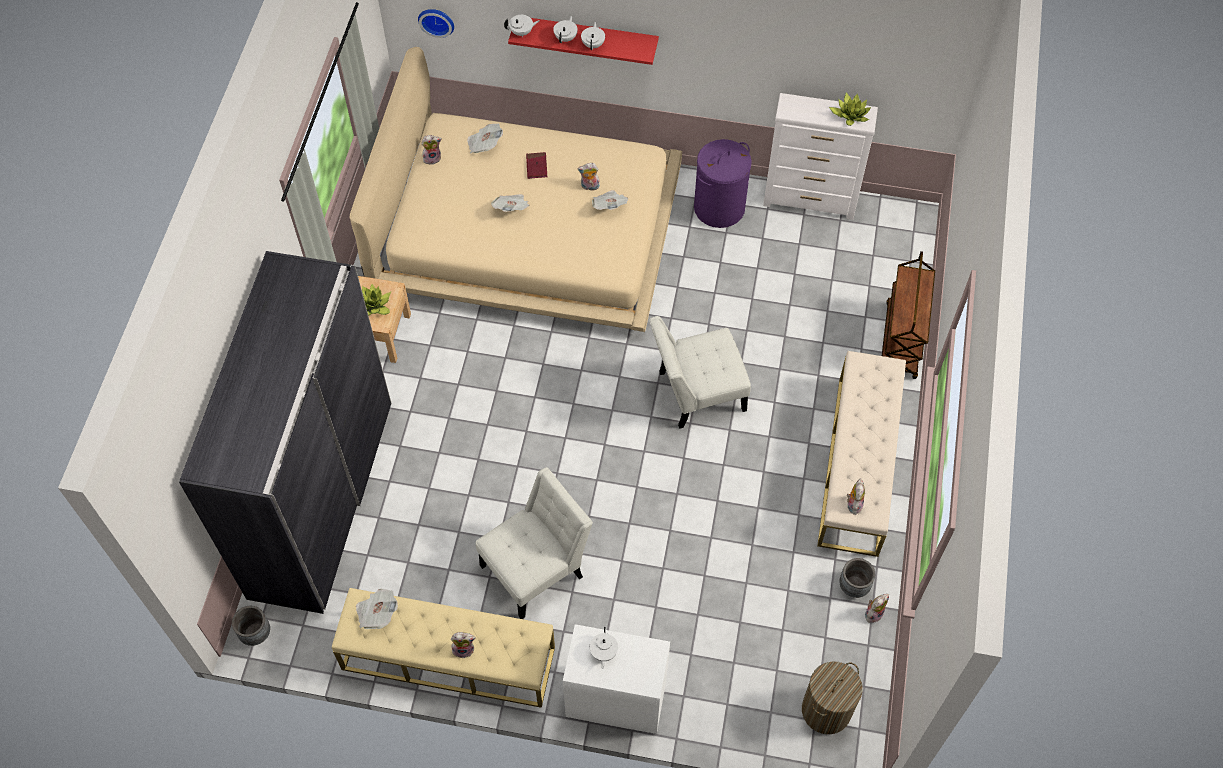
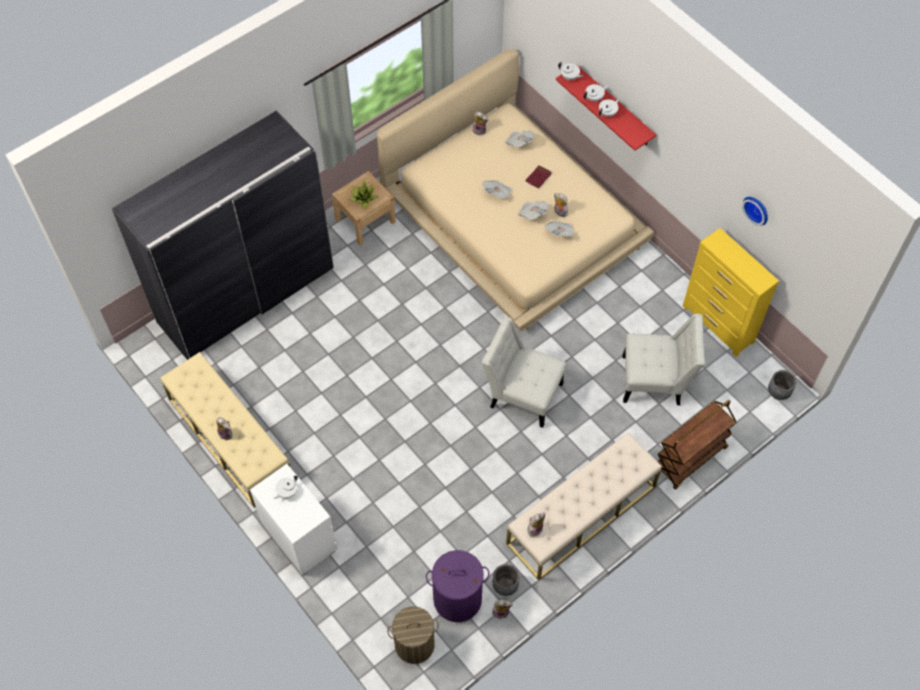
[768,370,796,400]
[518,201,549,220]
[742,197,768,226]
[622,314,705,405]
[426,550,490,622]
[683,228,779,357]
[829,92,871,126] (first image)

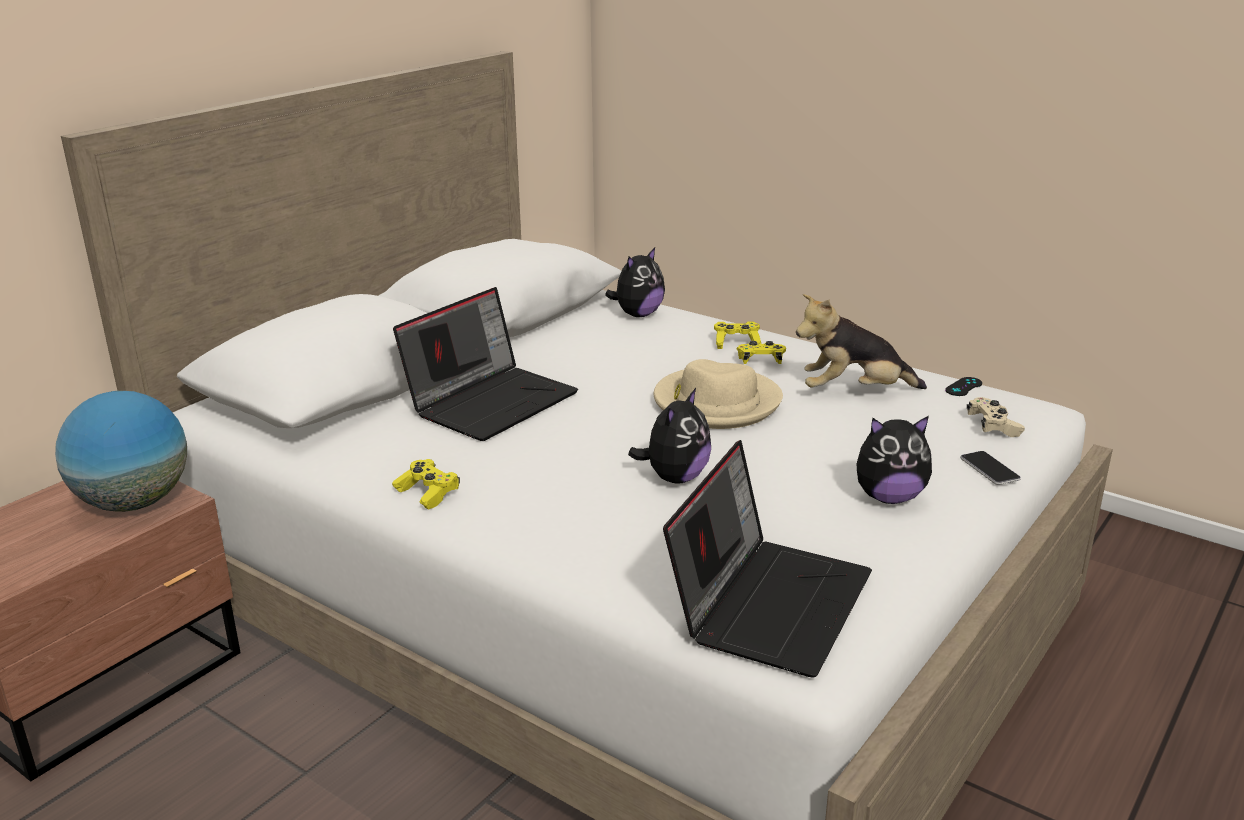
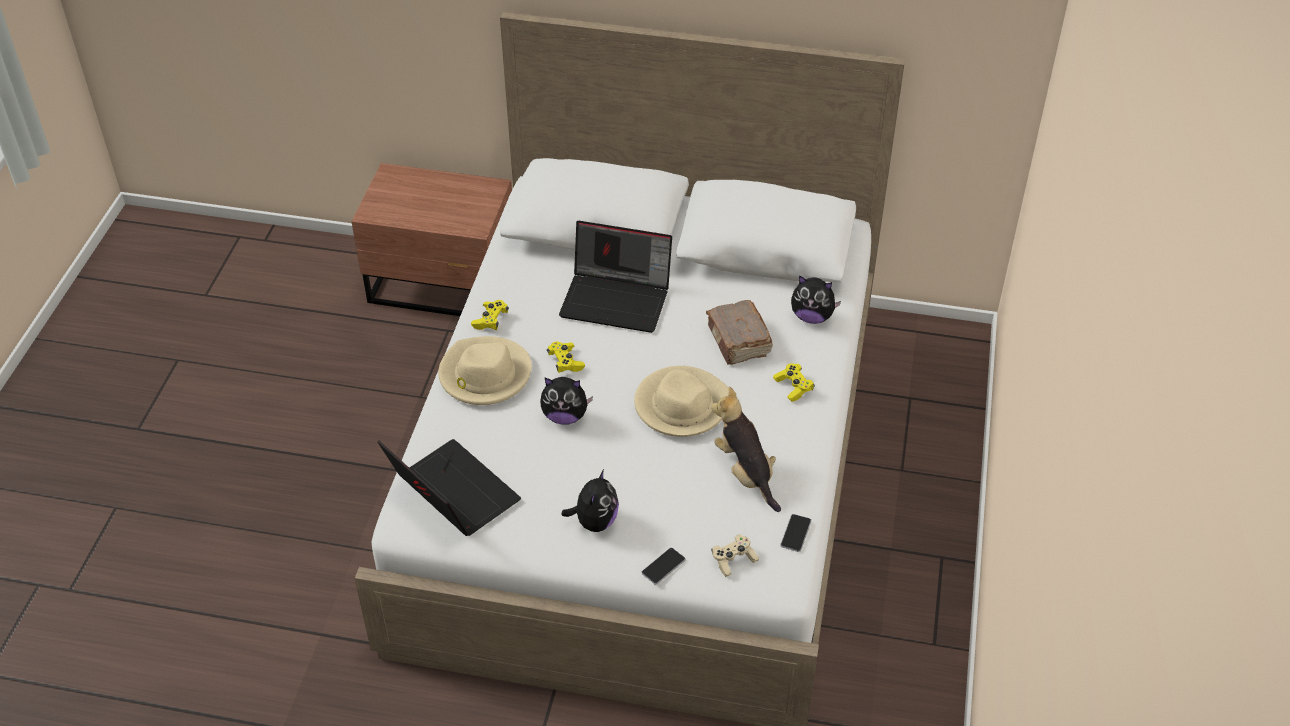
[55,391,187,512] (first image)
[378,439,521,536]
[547,341,585,373]
[561,469,619,532]
[780,514,811,552]
[438,336,532,405]
[706,300,773,365]

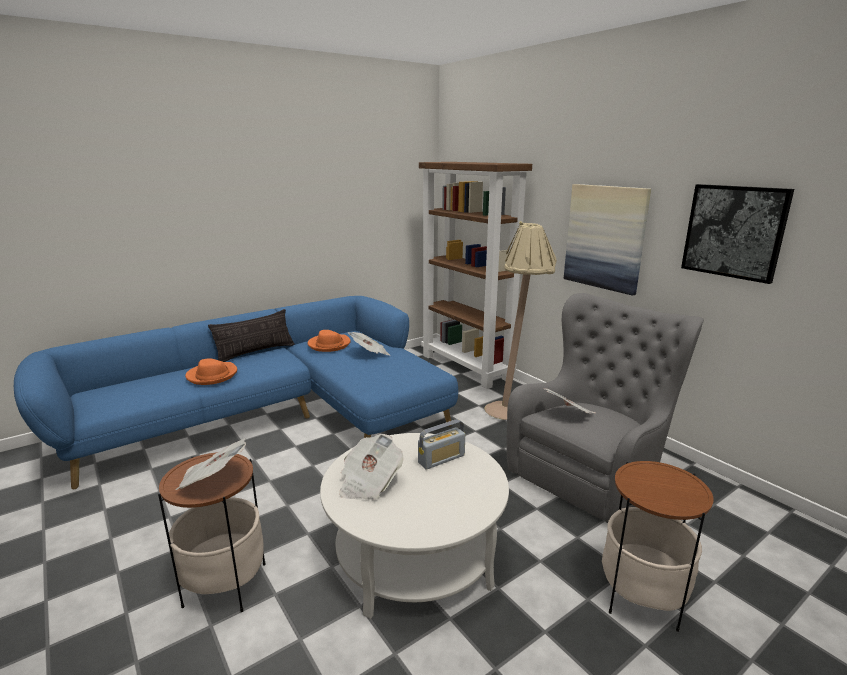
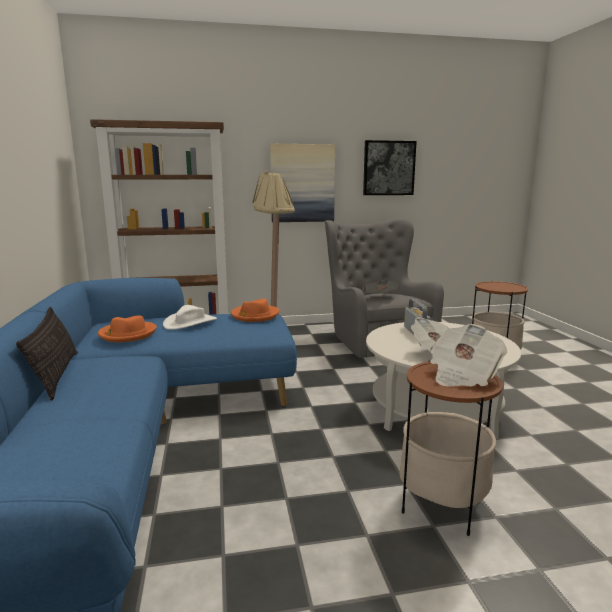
[231,299,279,322]
[163,305,217,330]

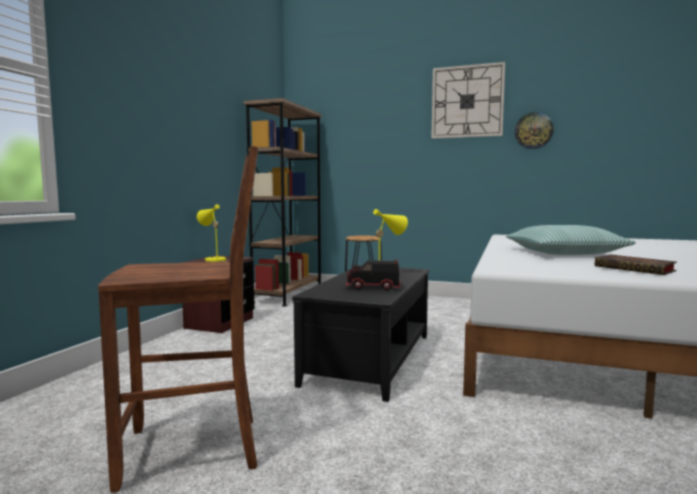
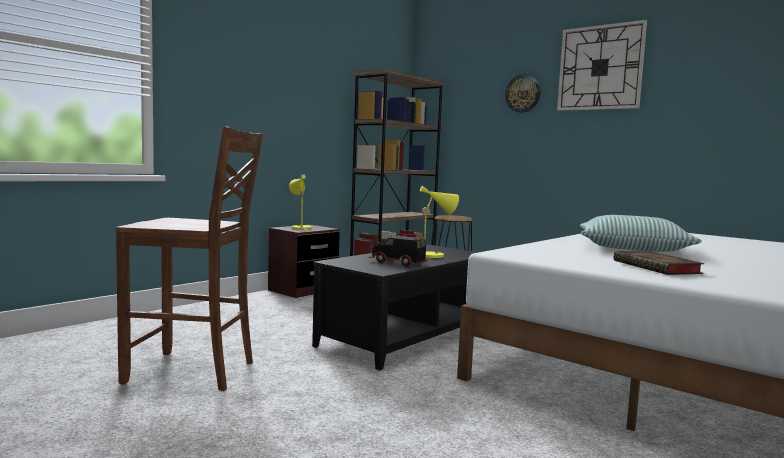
[505,74,541,113]

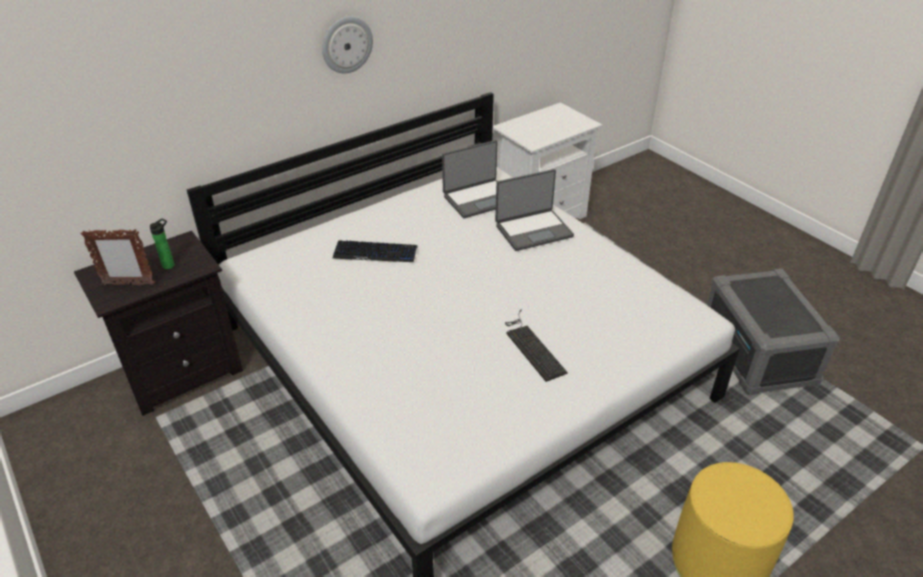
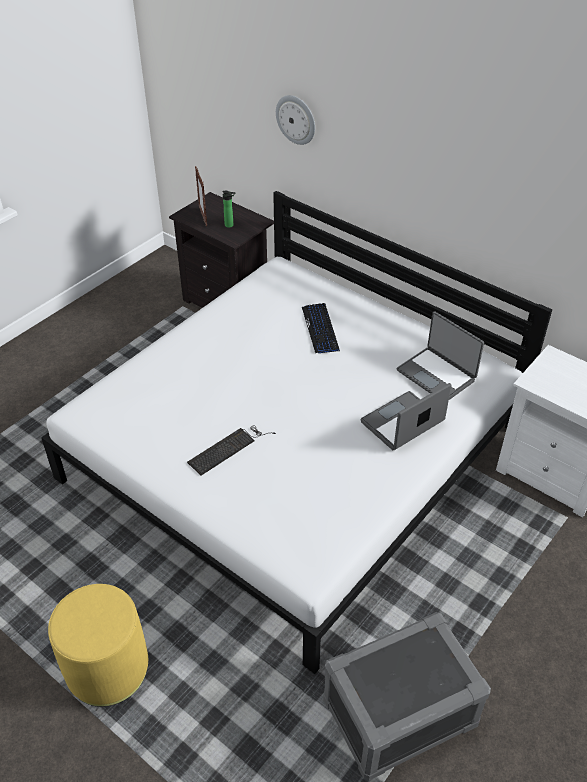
[276,95,315,145]
[361,383,451,450]

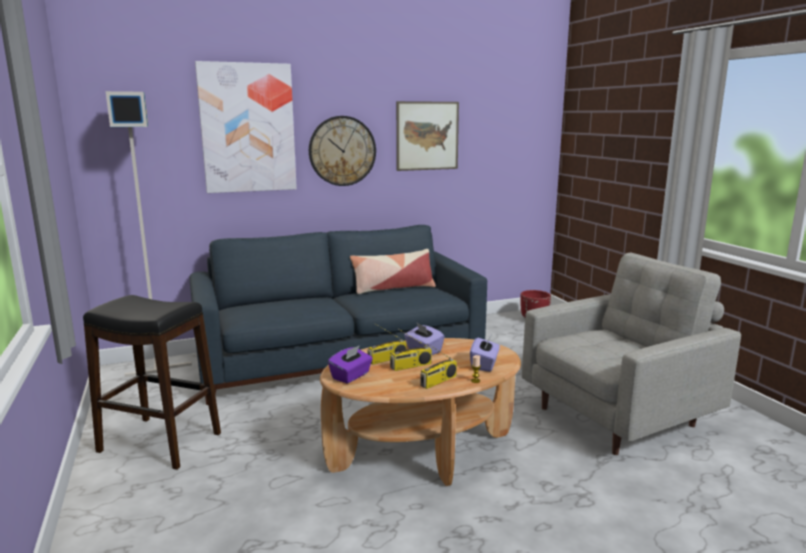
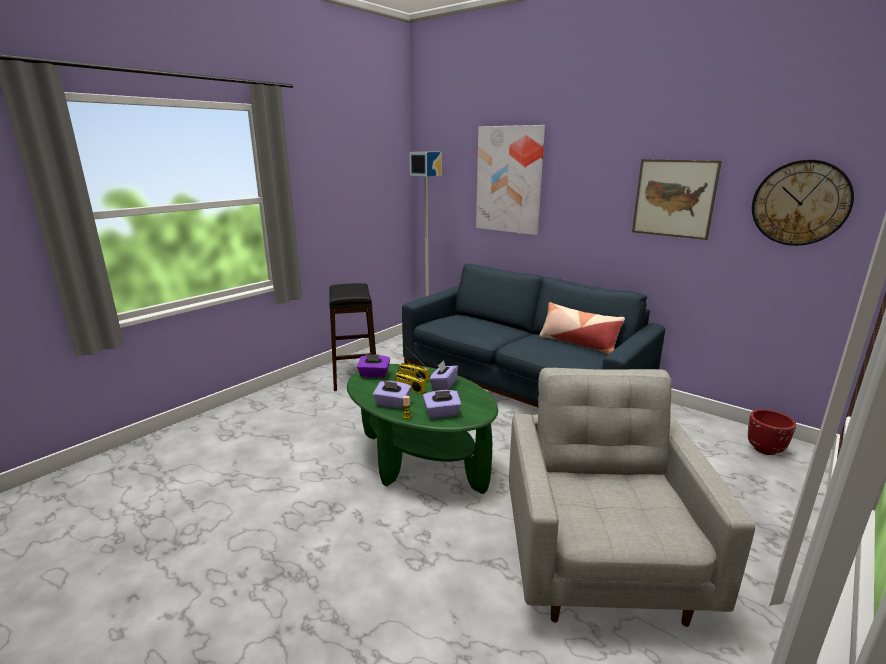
[752,160,854,246]
[347,364,498,494]
[373,380,411,409]
[509,368,755,627]

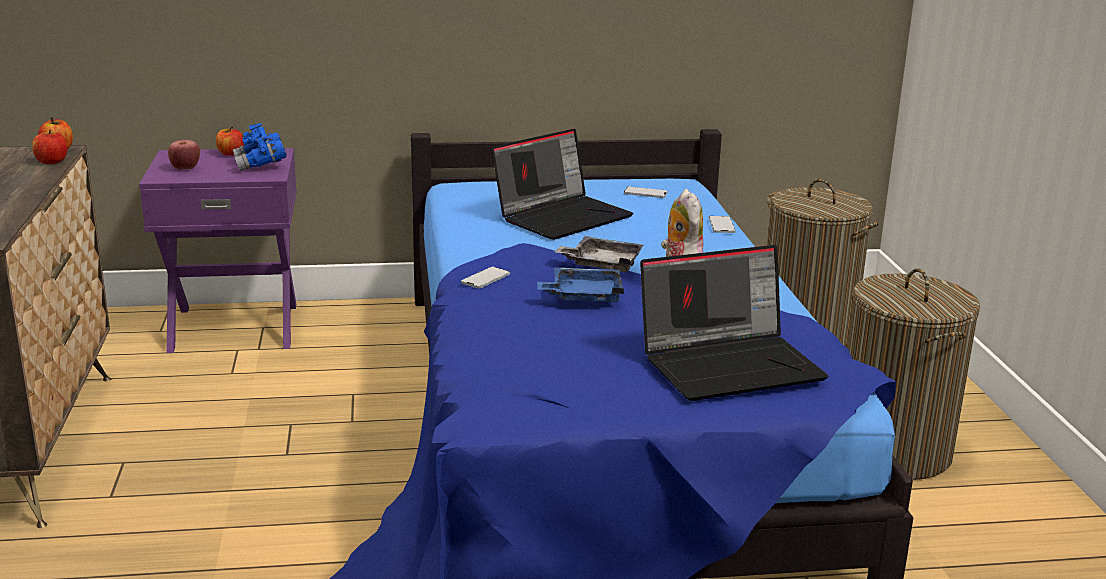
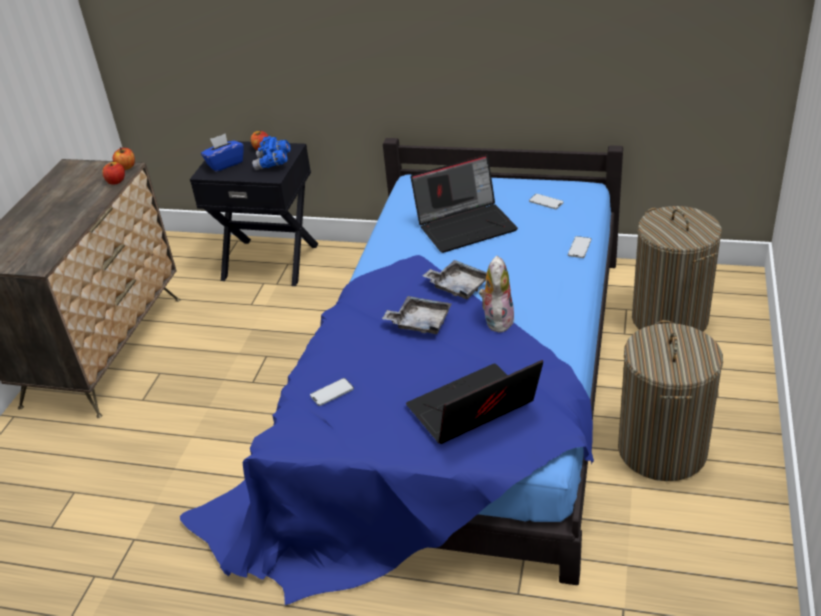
[190,141,318,286]
[201,134,244,172]
[310,378,354,406]
[382,296,452,334]
[406,360,543,444]

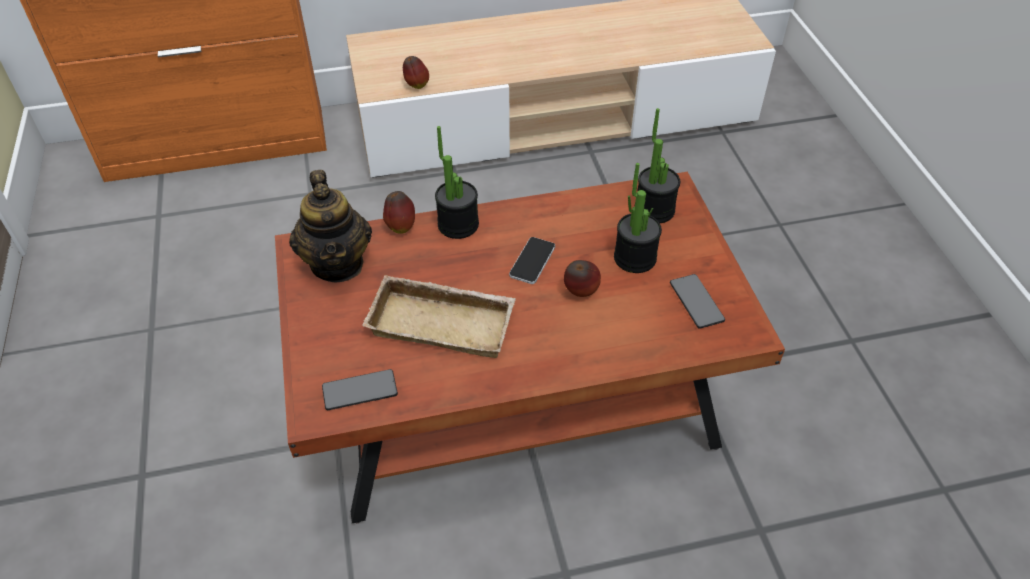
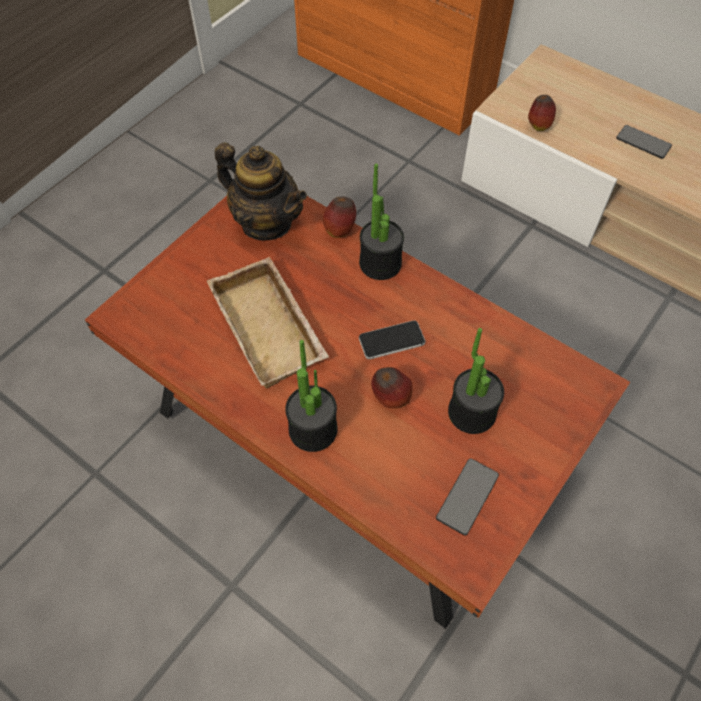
[215,142,307,241]
[616,125,672,159]
[285,340,338,452]

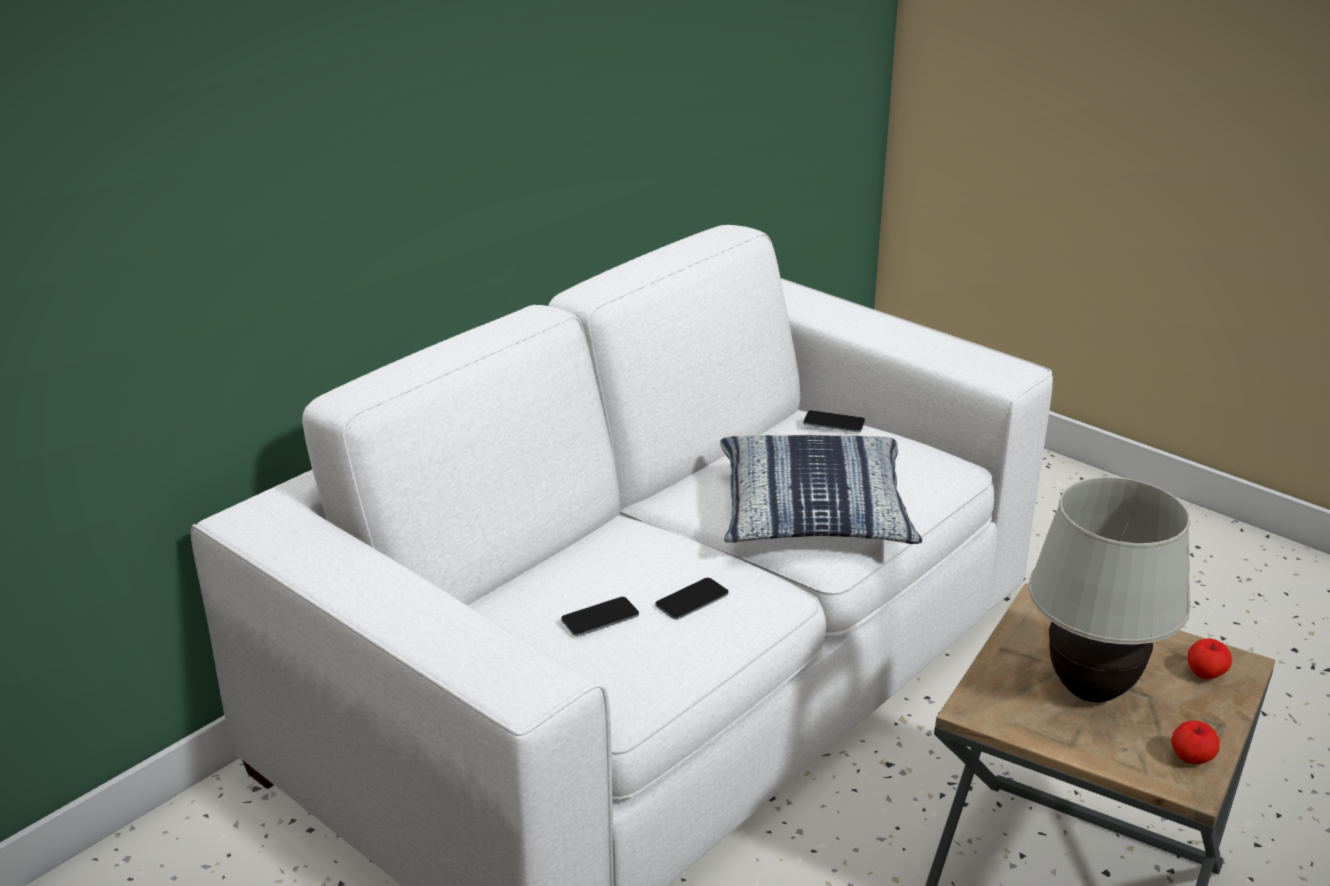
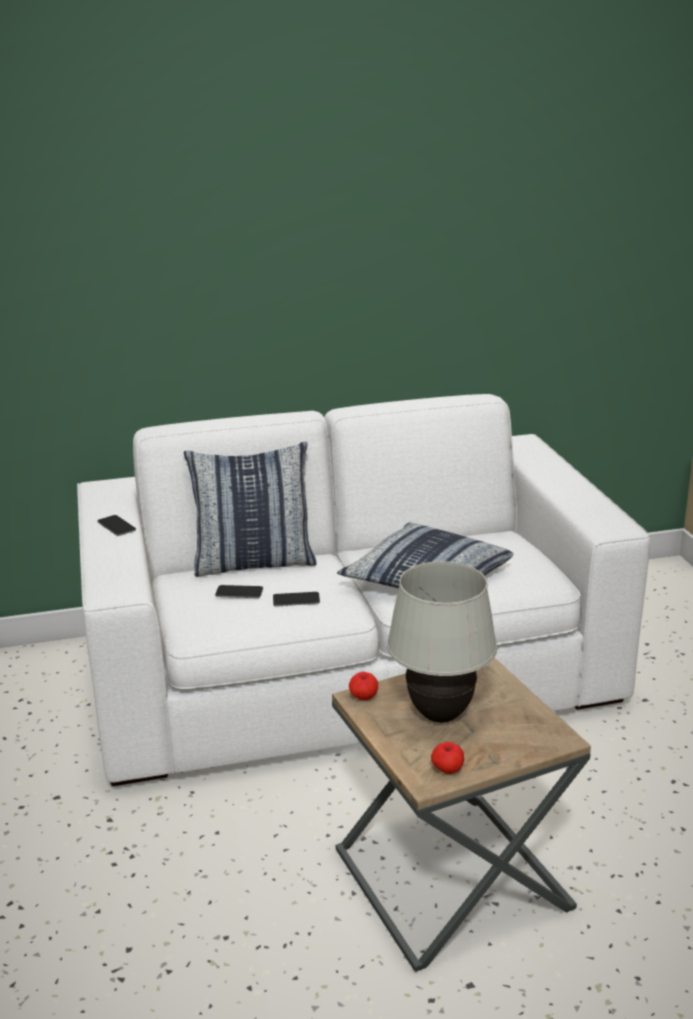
[98,515,136,536]
[349,672,378,700]
[184,442,316,577]

